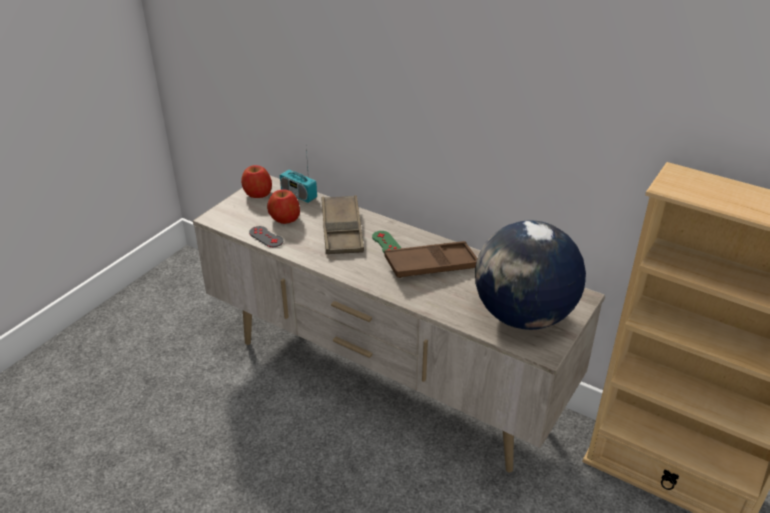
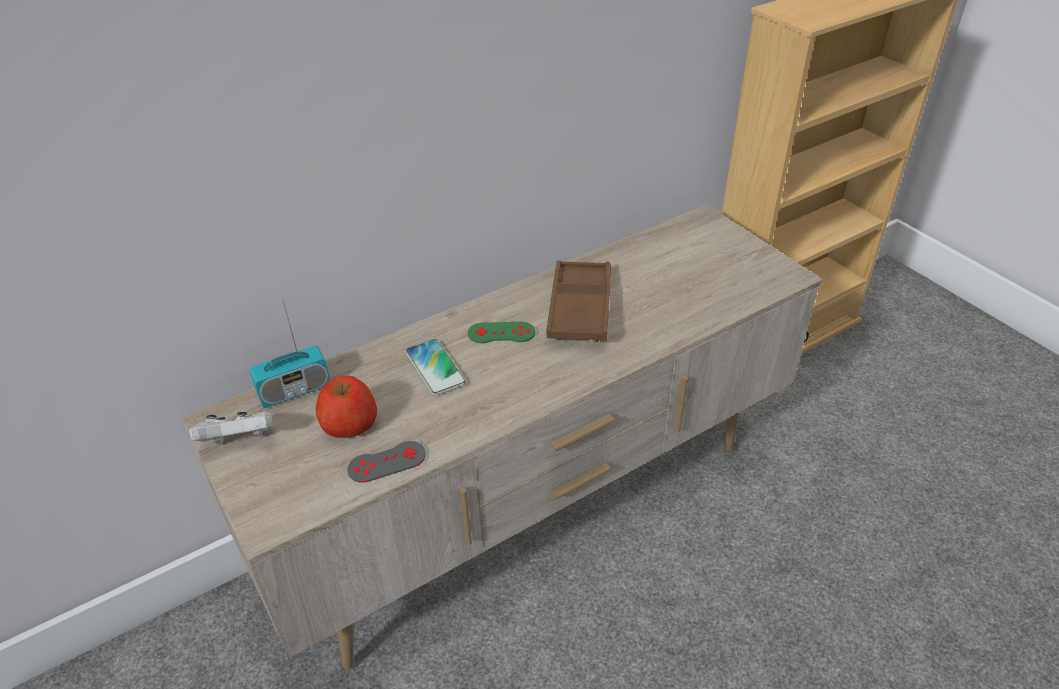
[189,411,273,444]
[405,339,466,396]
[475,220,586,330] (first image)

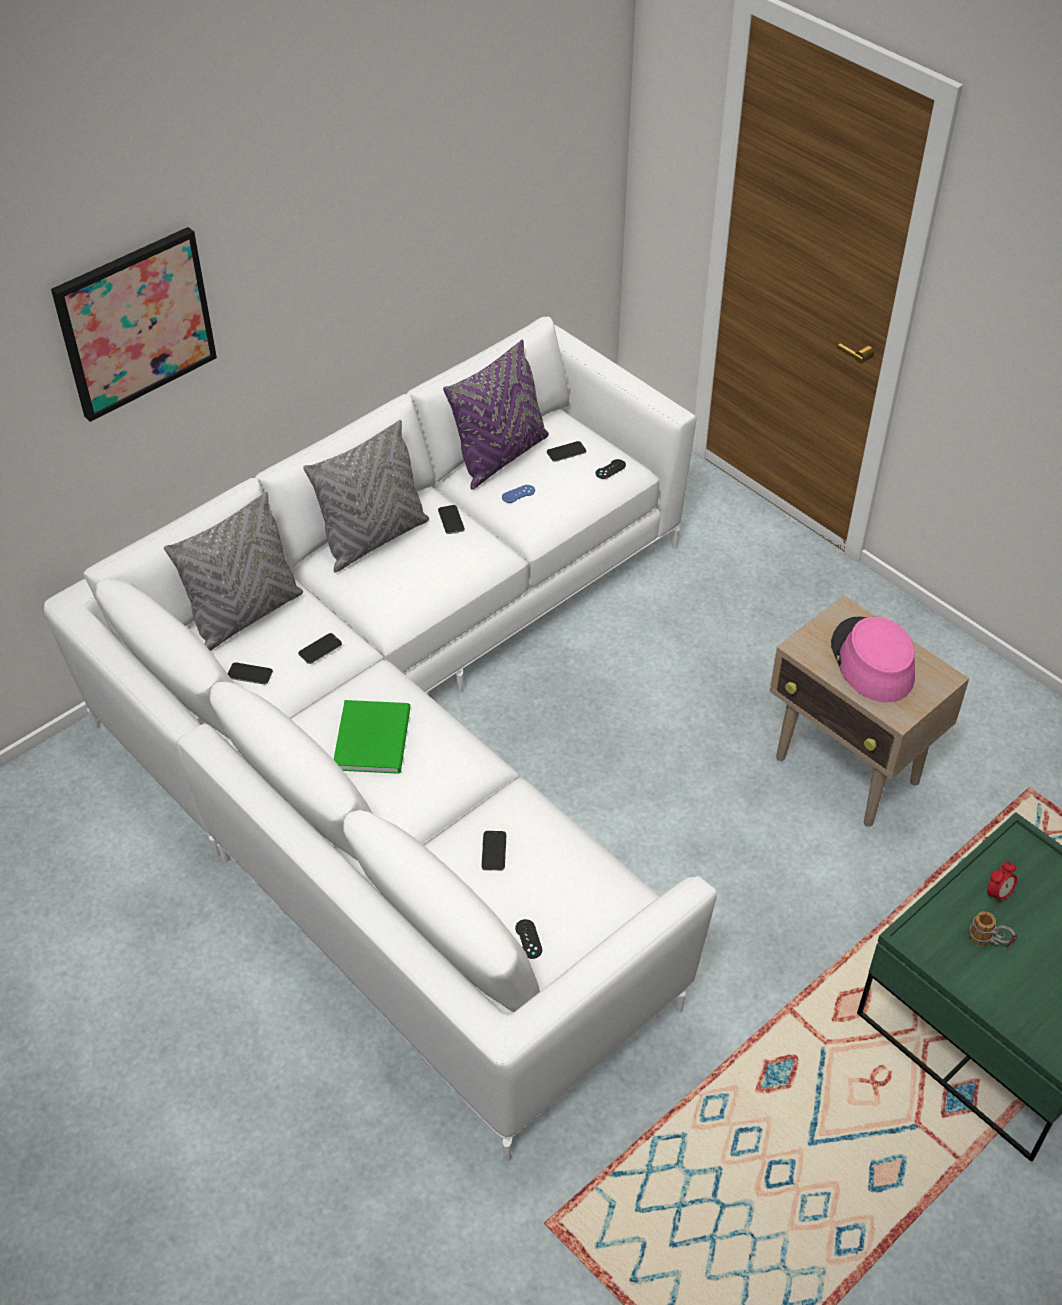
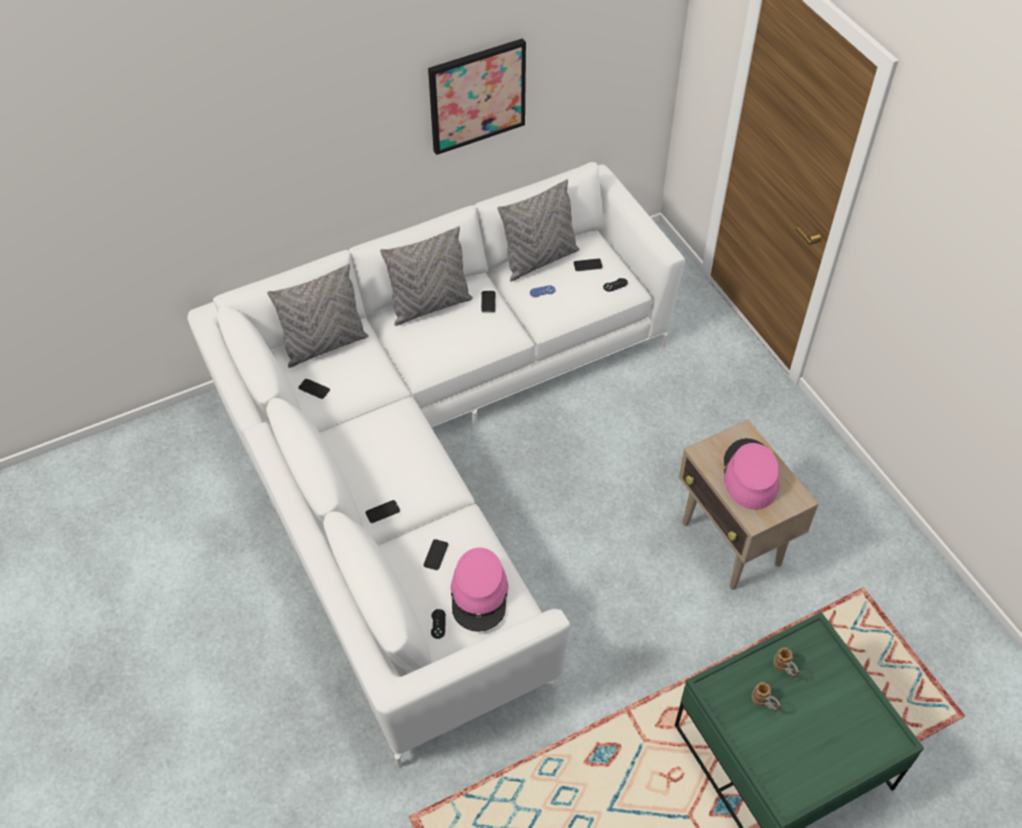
[428,38,526,155]
[365,500,400,523]
[334,700,410,774] (first image)
[497,179,579,281]
[773,647,799,679]
[451,548,509,632]

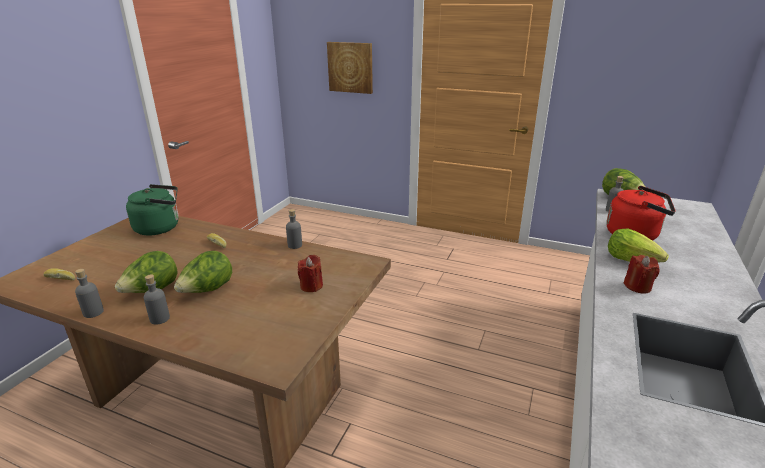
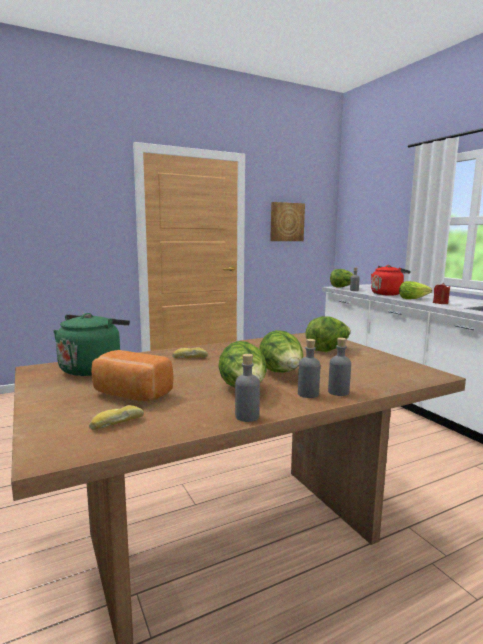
[328,338,351,396]
[305,316,351,352]
[270,202,305,241]
[91,350,174,401]

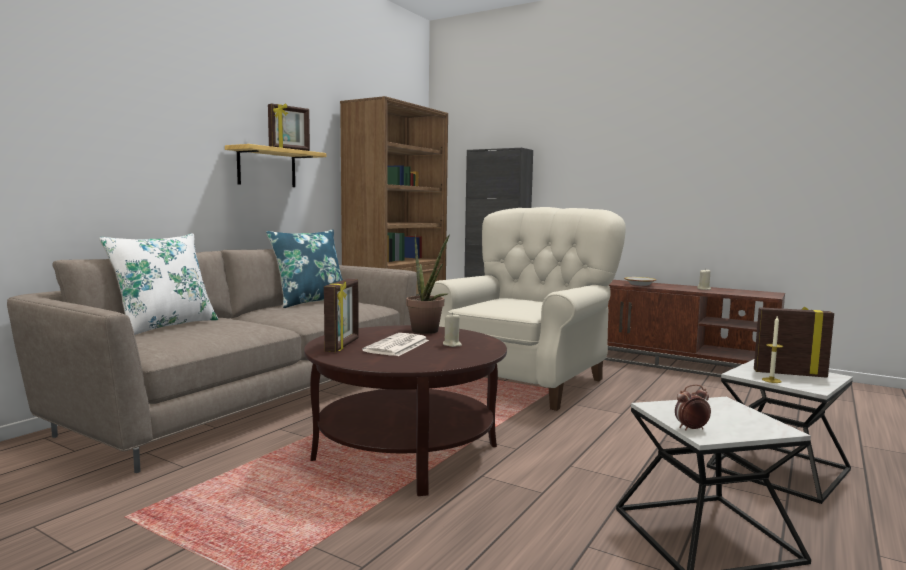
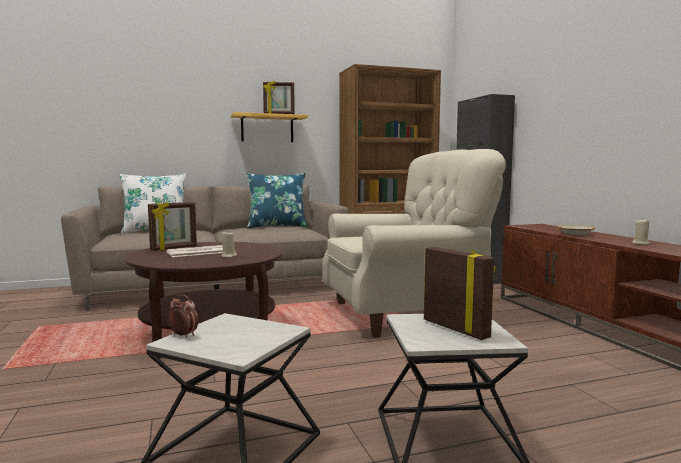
[406,234,450,334] (first image)
[762,316,783,383] (first image)

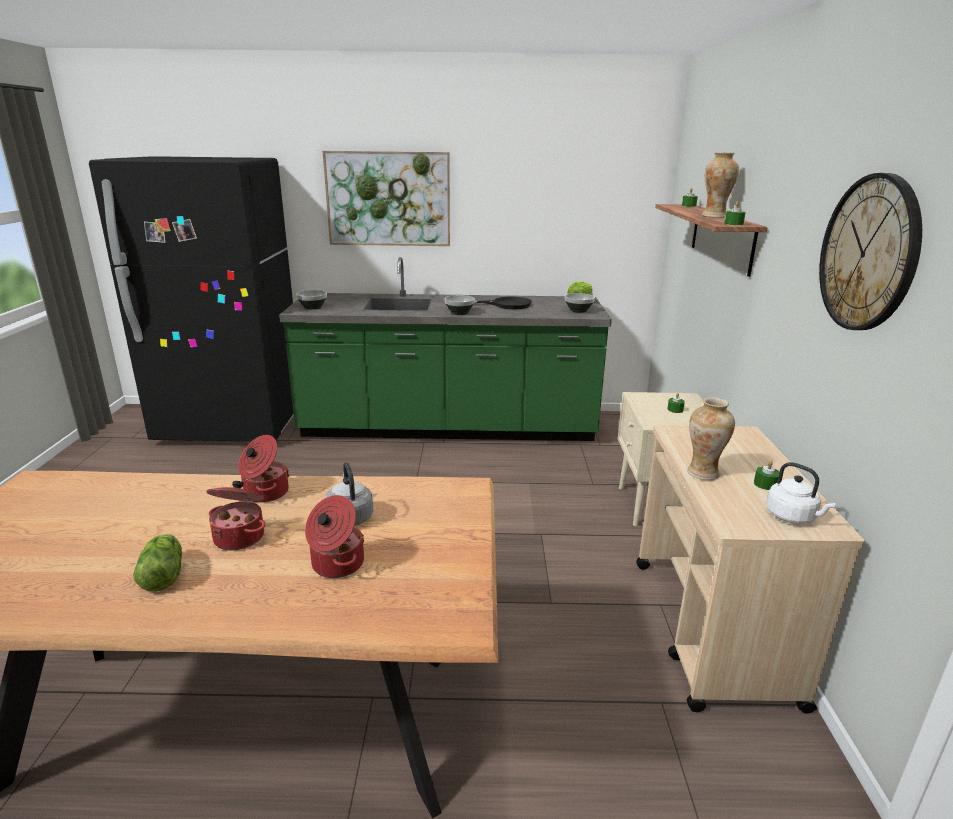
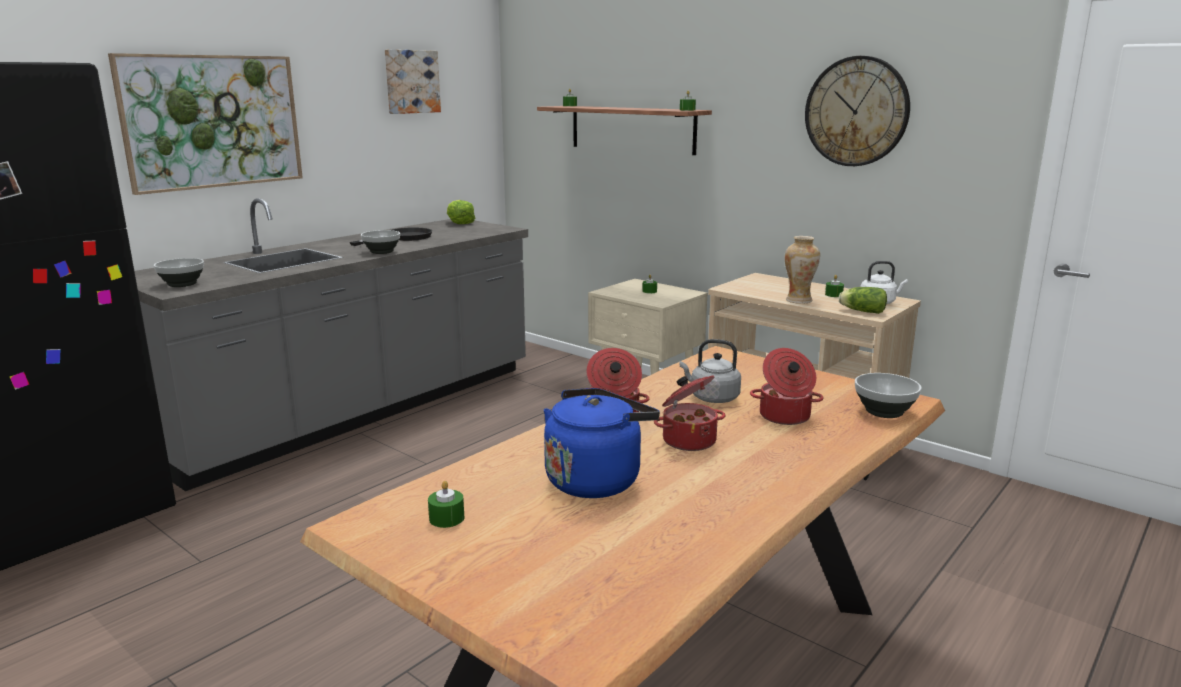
[838,287,887,314]
[134,198,528,491]
[855,373,922,418]
[702,152,739,218] (first image)
[385,49,441,114]
[428,481,464,528]
[544,388,660,498]

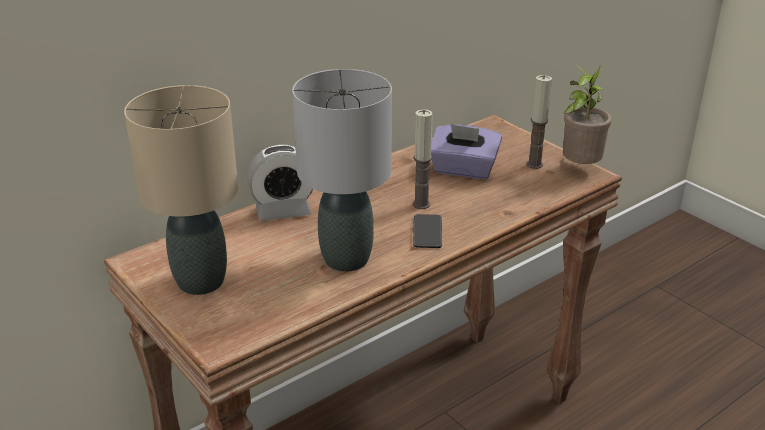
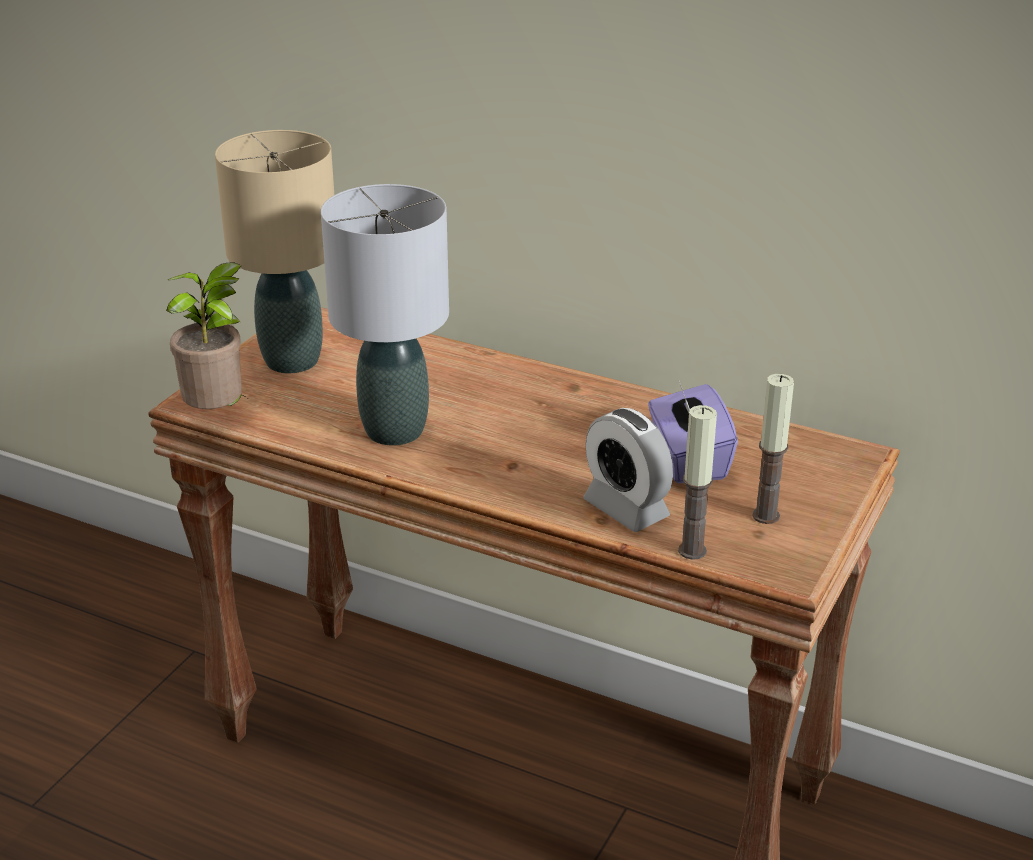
[583,408,673,532]
[678,405,717,560]
[413,214,442,248] (first image)
[166,263,247,409]

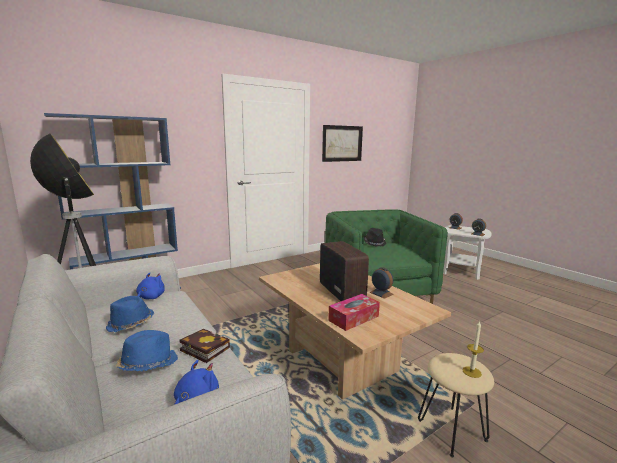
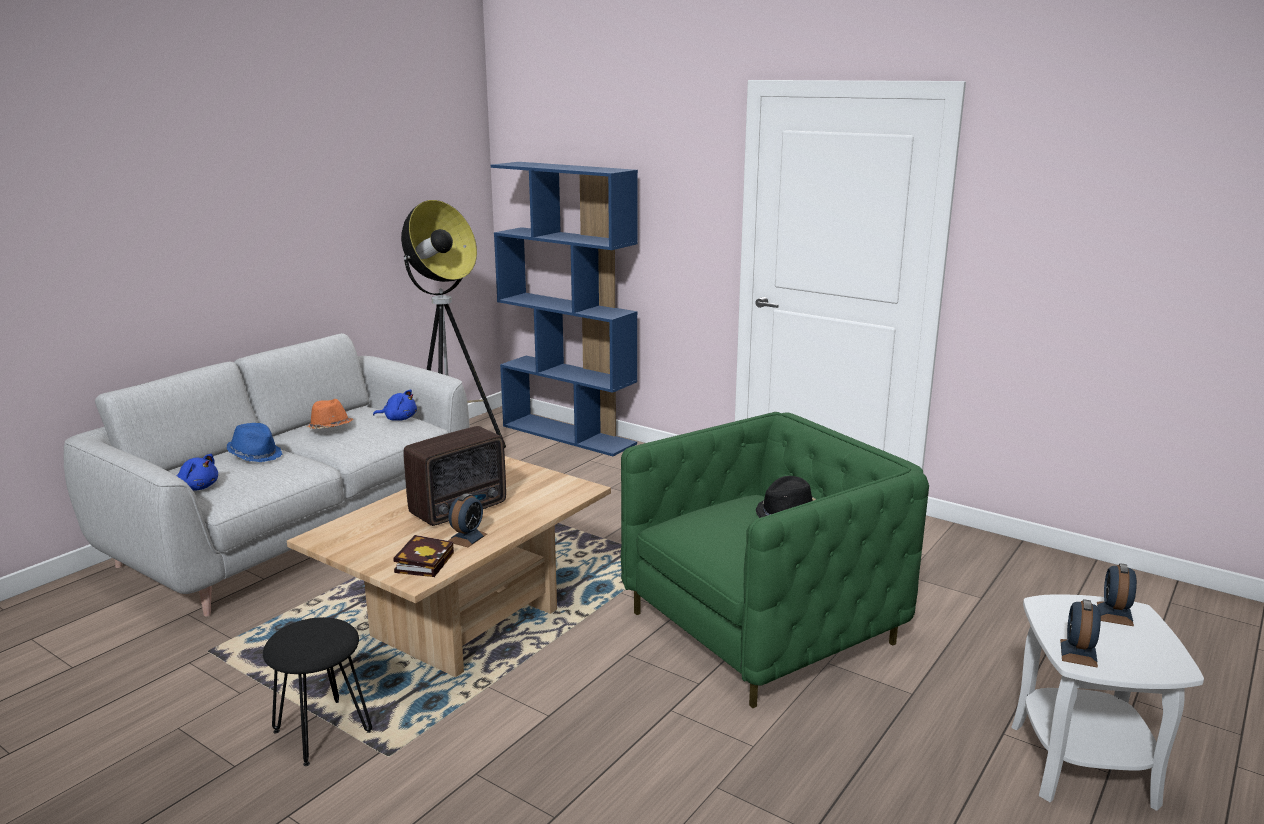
[305,399,353,429]
[394,535,454,577]
[322,125,363,162] (first image)
[328,294,380,331] (first image)
[263,617,372,766]
[462,320,484,378] (first image)

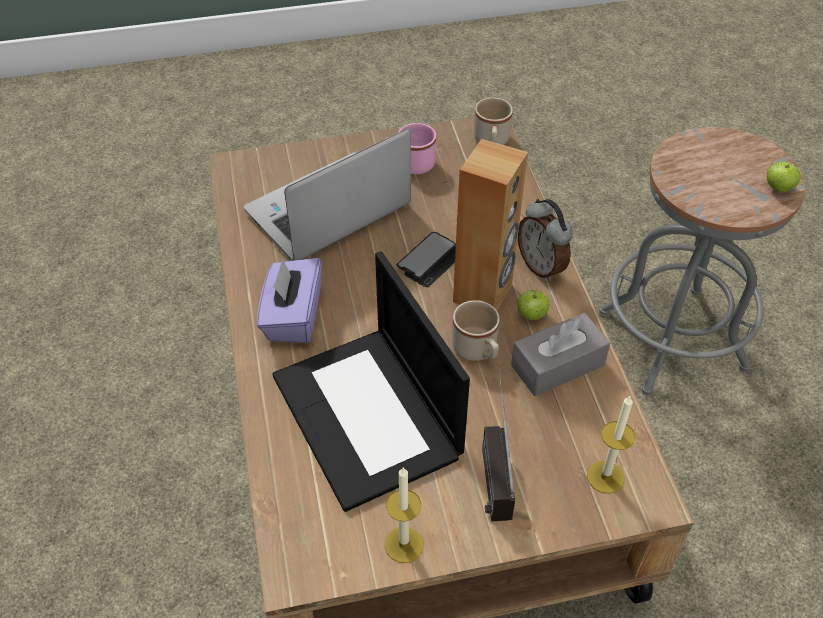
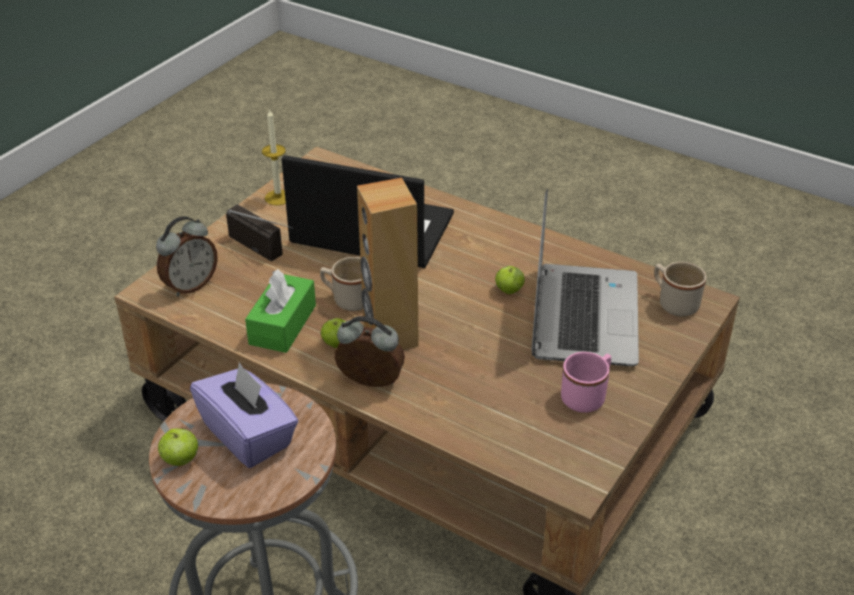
[190,362,298,468]
[397,232,456,287] (first image)
[654,262,706,317]
[245,269,316,353]
[156,216,218,297]
[495,266,525,294]

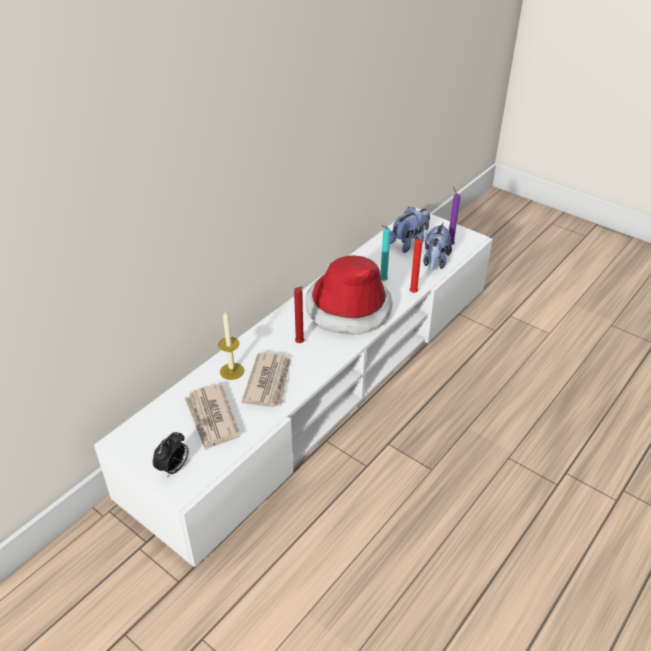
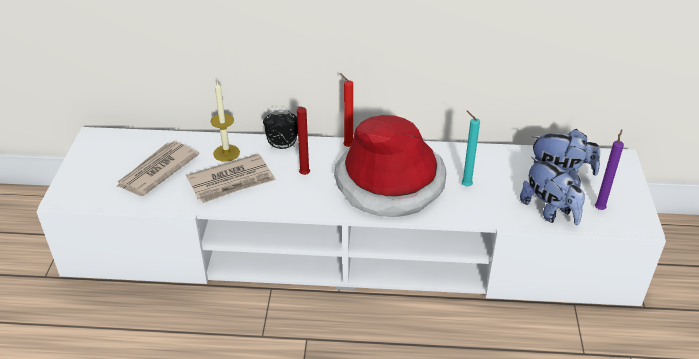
[263,110,298,149]
[340,73,353,147]
[520,157,585,225]

